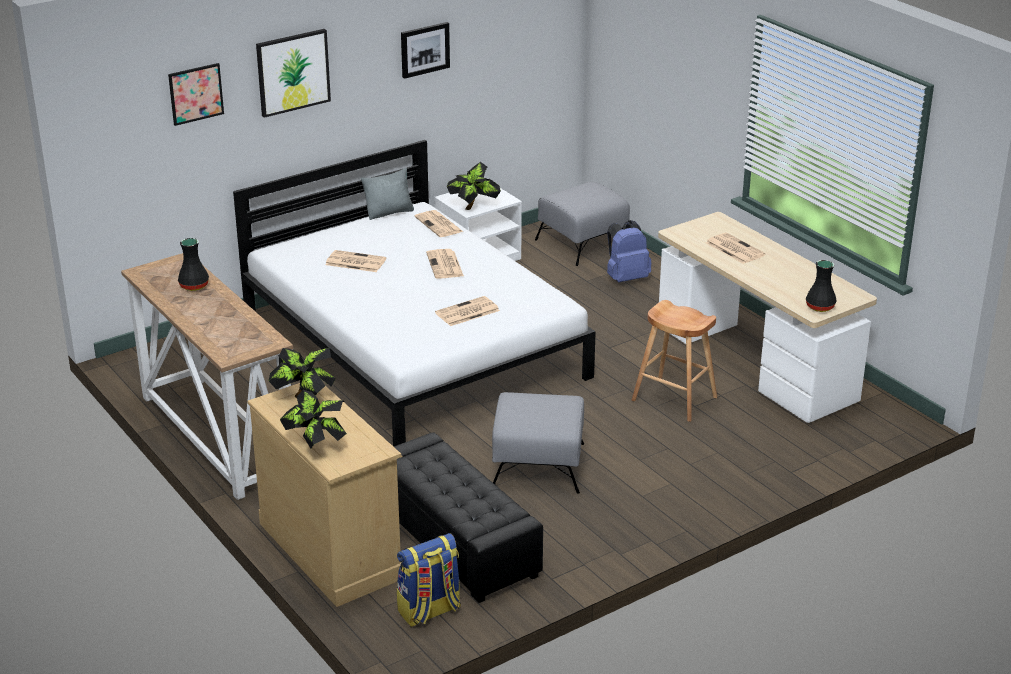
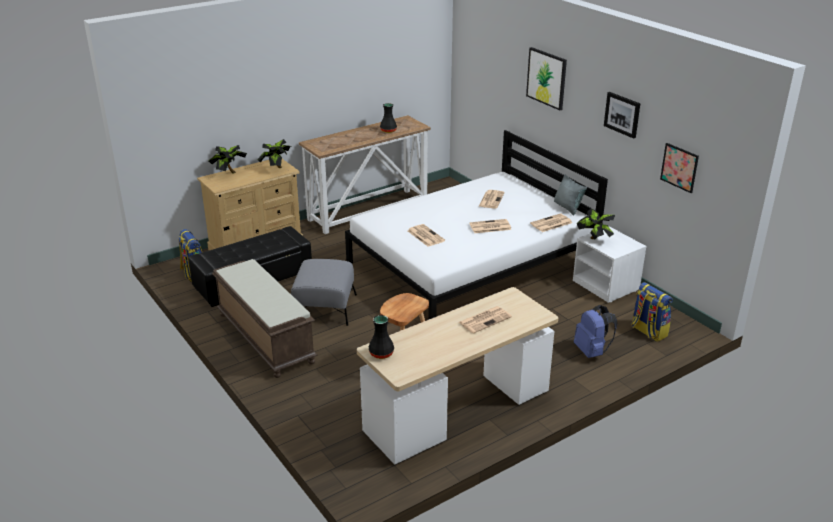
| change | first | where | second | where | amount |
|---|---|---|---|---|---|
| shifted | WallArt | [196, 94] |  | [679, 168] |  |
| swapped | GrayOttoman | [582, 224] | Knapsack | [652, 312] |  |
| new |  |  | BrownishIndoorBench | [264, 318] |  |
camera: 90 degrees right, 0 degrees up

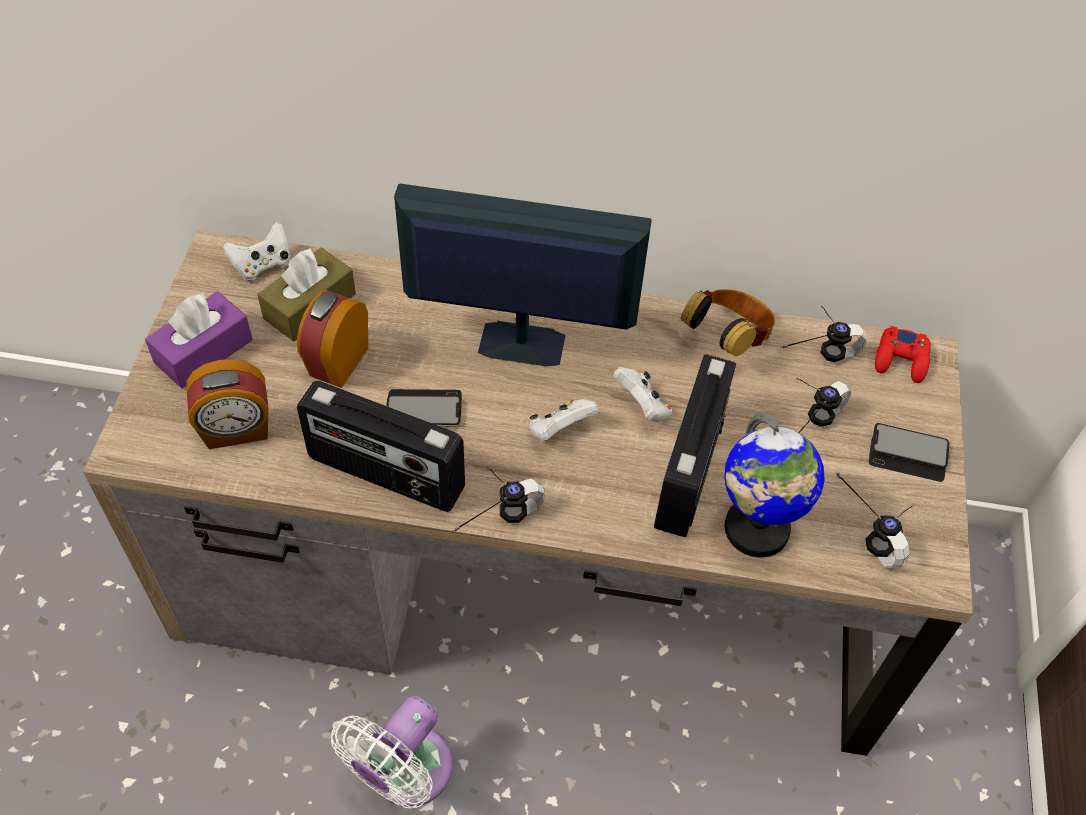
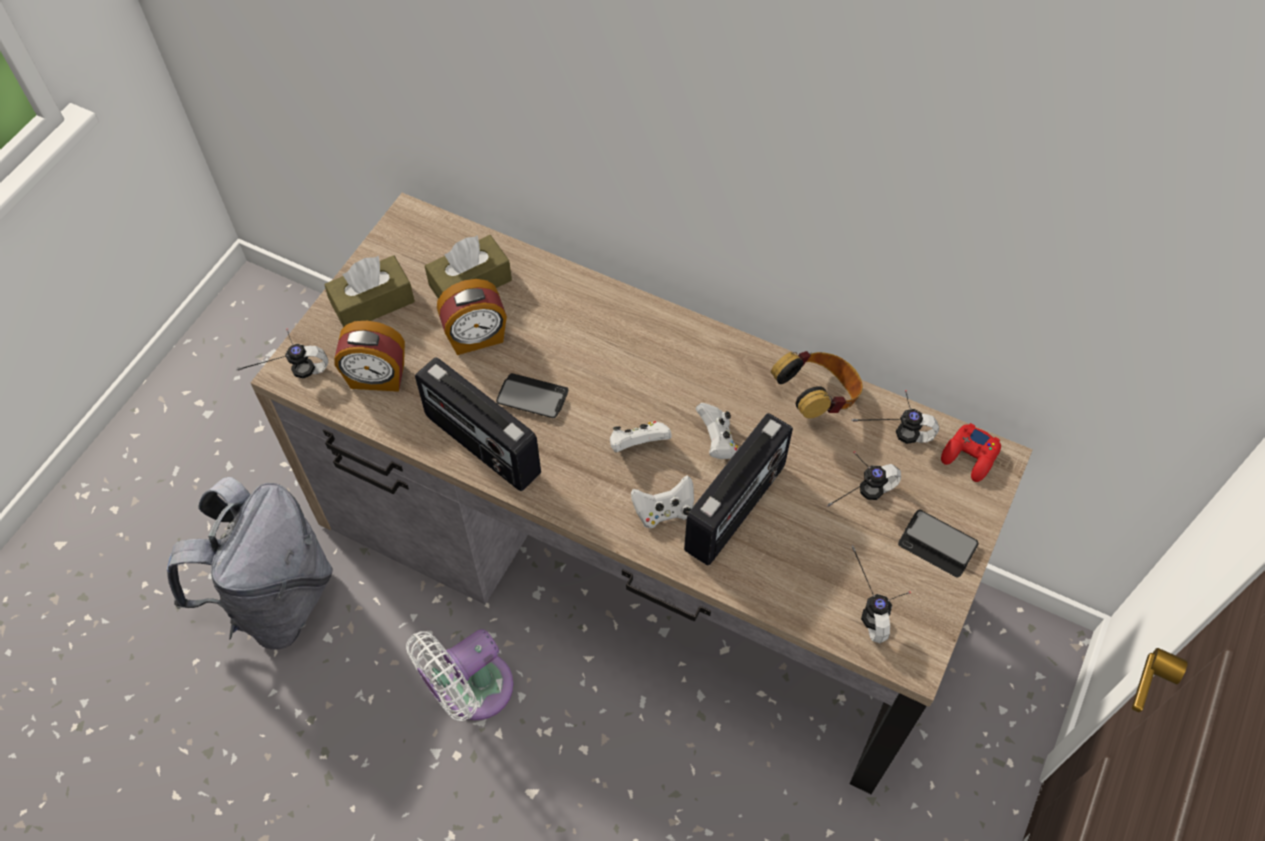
| change | first | where | second | where | amount |
|---|---|---|---|---|---|
| repainted | PurpleTissueHolder | [199, 339] | BrownishTissueHolder | [369, 291] |  |
| shifted | WhiteGameController | [257, 251] |  | [662, 501] |  |
| rotated | AlarmClock | [332, 339] |  | [472, 317] | 150 degrees counterclockwise |
| gone | ComputerDisplay | [523, 275] |  |  |  |
| shifted | Headphones | [498, 499] |  | [282, 353] |  |
| gone | WorldGlobe | [774, 485] |  |  |  |
| new |  |  | GrayKnapsack | [250, 563] |  |
camera: 20 degrees right, 5 degrees up

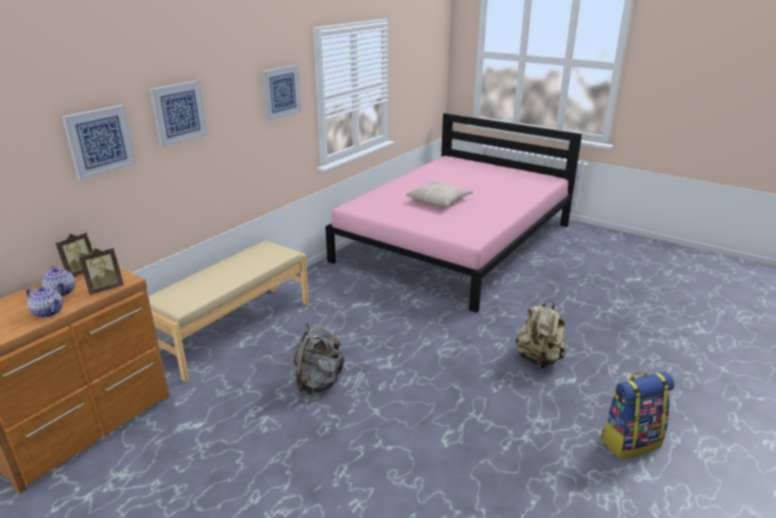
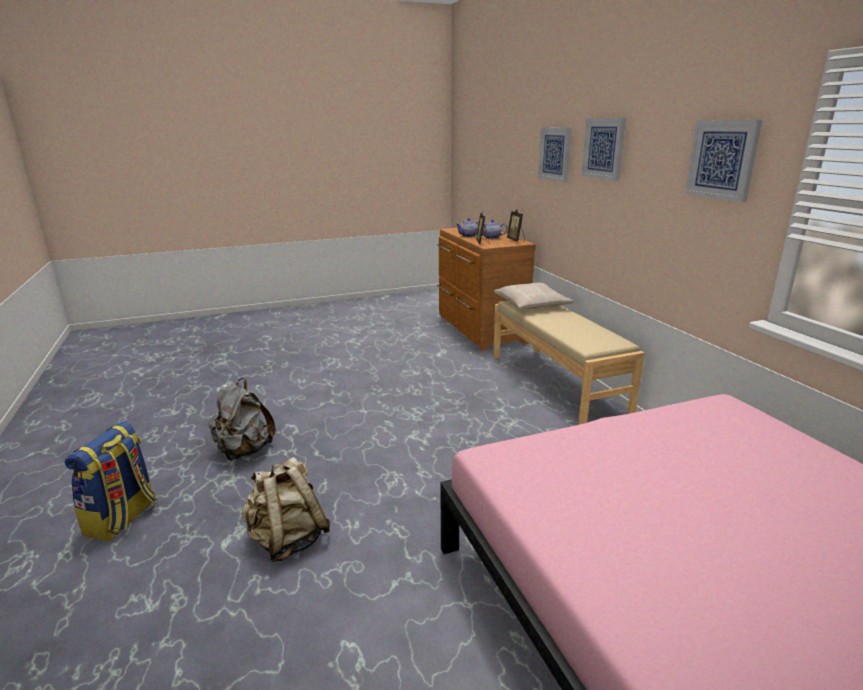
| change | first | where | second | where | amount |
|---|---|---|---|---|---|
| shifted | GrayKnapsack | [319, 359] |  | [242, 419] |  |
| shifted | SandColouredPillow | [439, 194] |  | [534, 296] |  |
camera: 125 degrees right, 5 degrees down

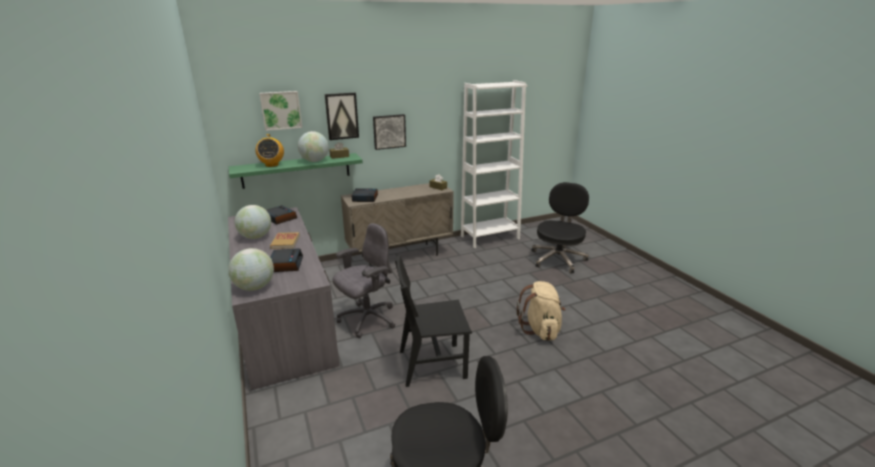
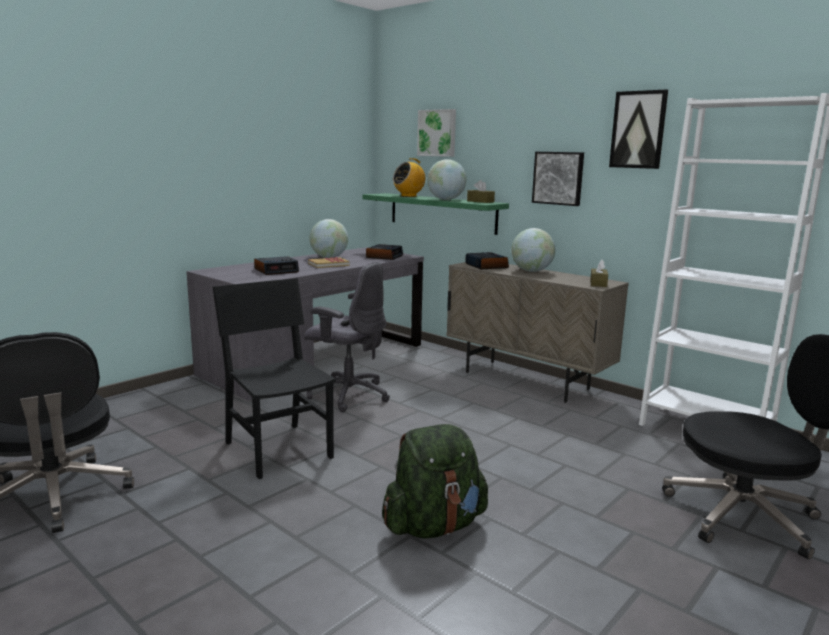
| change | first | where | second | where | amount |
|---|---|---|---|---|---|
| shifted | WorldGlobe | [251, 269] |  | [533, 250] |  |
| shifted | WallArt | [342, 116] |  | [638, 129] |  |
| repainted | SandColouredKnapsack | [541, 311] | GreenishKnapsack | [435, 481] |  |
camera: 65 degrees right, 10 degrees down

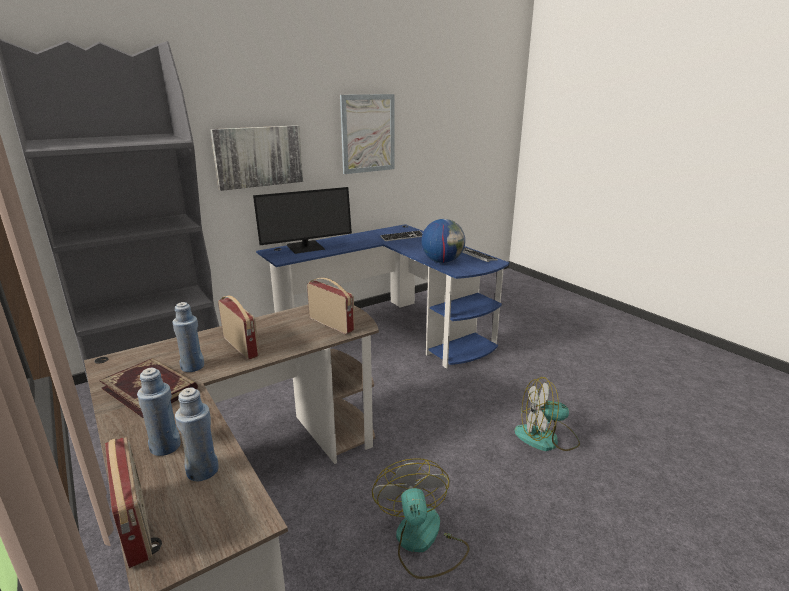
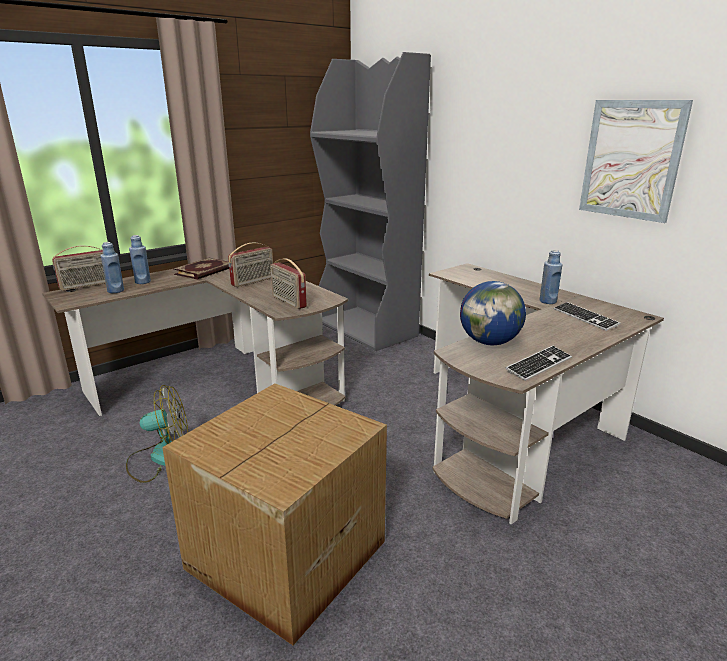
| change | first | where | second | where | amount |
|---|---|---|---|---|---|
| shifted | BluishBeverageBottle | [188, 337] |  | [550, 277] |  |
| gone | WallArt | [256, 158] |  |  |  |
| gone | ComputerDisplay | [302, 220] |  |  |  |
| repainted | BluishDeskTable | [382, 296] | BrownishDeskTable | [546, 393] |  |
| rotated | RadioReceiver | [331, 306] |  | [288, 283] | 105 degrees clockwise |
| swapped | CoolingFan | [547, 414] | CardboardBox | [274, 514] |  |
camera: 85 degrees right, 0 degrees up

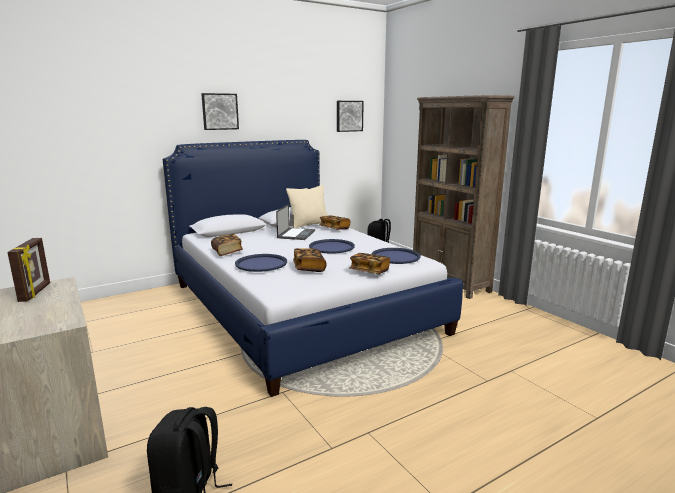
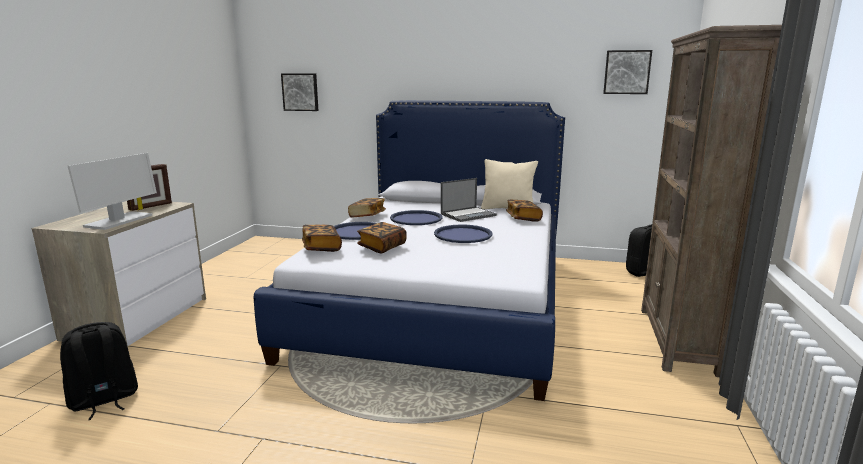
| change | first | where | second | where | amount |
|---|---|---|---|---|---|
| shifted | WallArt | [220, 111] |  | [299, 92] |  |
| shifted | Volume | [369, 263] |  | [322, 238] |  |
| shifted | BluishTray | [396, 256] |  | [416, 217] |  |
| new |  |  | ComputerDisplay | [112, 191] |  |
camera: 45 degrees right, 0 degrees up

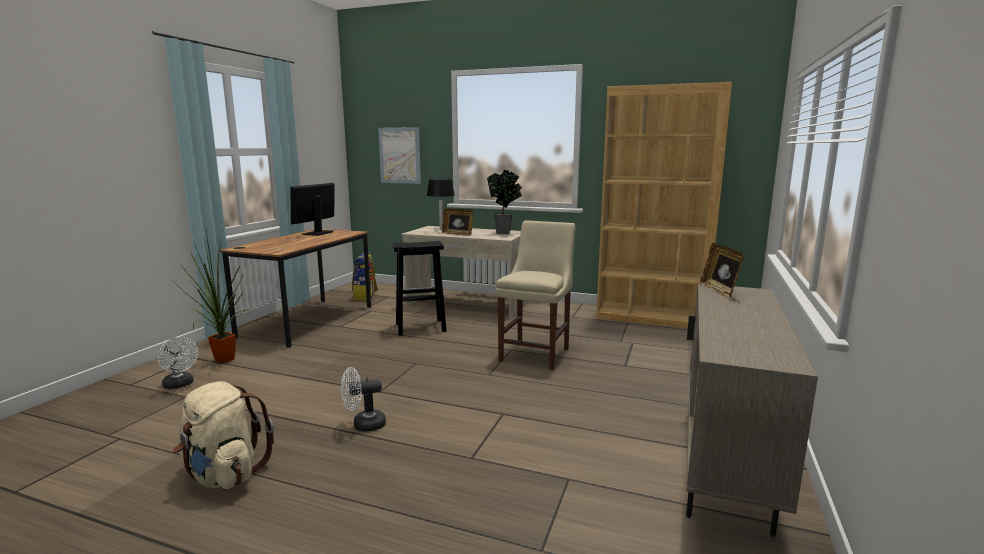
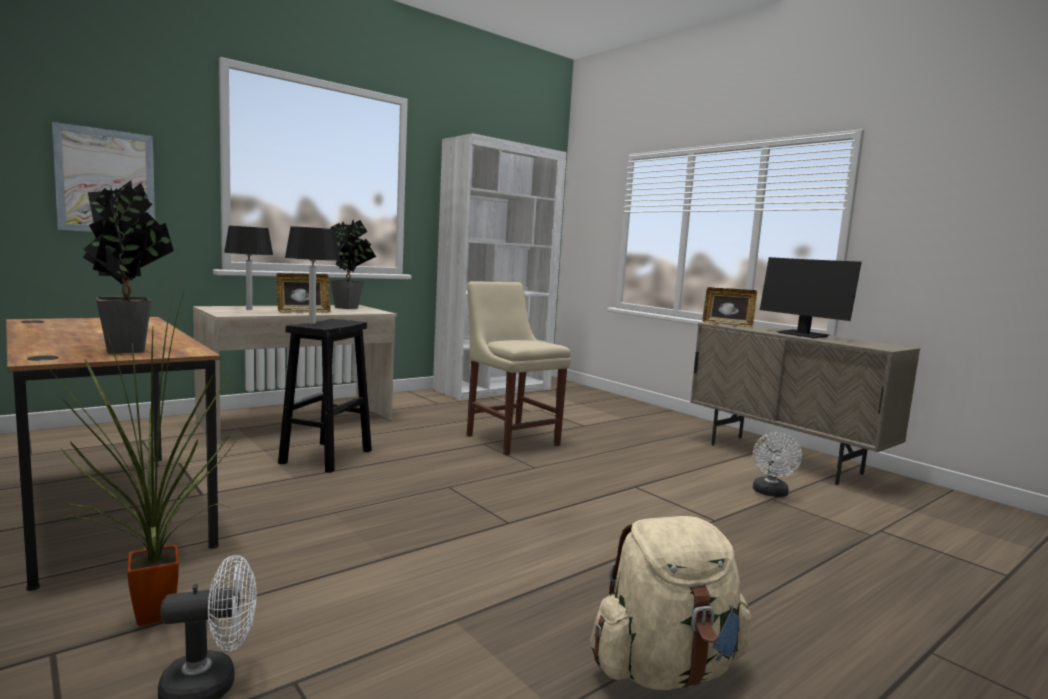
| change | first | where | second | where | amount |
|---|---|---|---|---|---|
| shifted | ComputerDisplay | [312, 209] |  | [811, 297] |  |
| shifted | WhiteCoolingFan | [363, 399] |  | [777, 464] |  |
| gone | Knapsack | [365, 276] |  |  |  |
| repainted | BrownishBookshelf | [664, 205] | WhiteBookshelf | [500, 266] |  |
| new |  |  | PottedPlant | [128, 267] |  |
| new |  |  | BlackTableLamp | [312, 275] |  |
camera: 60 degrees left, 5 degrees down

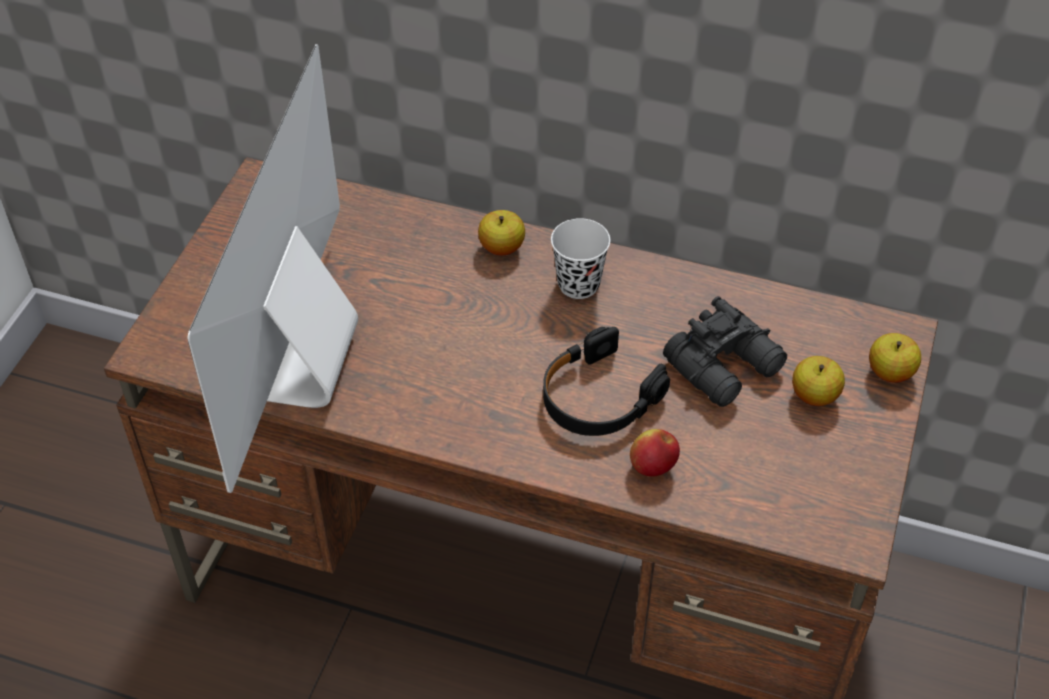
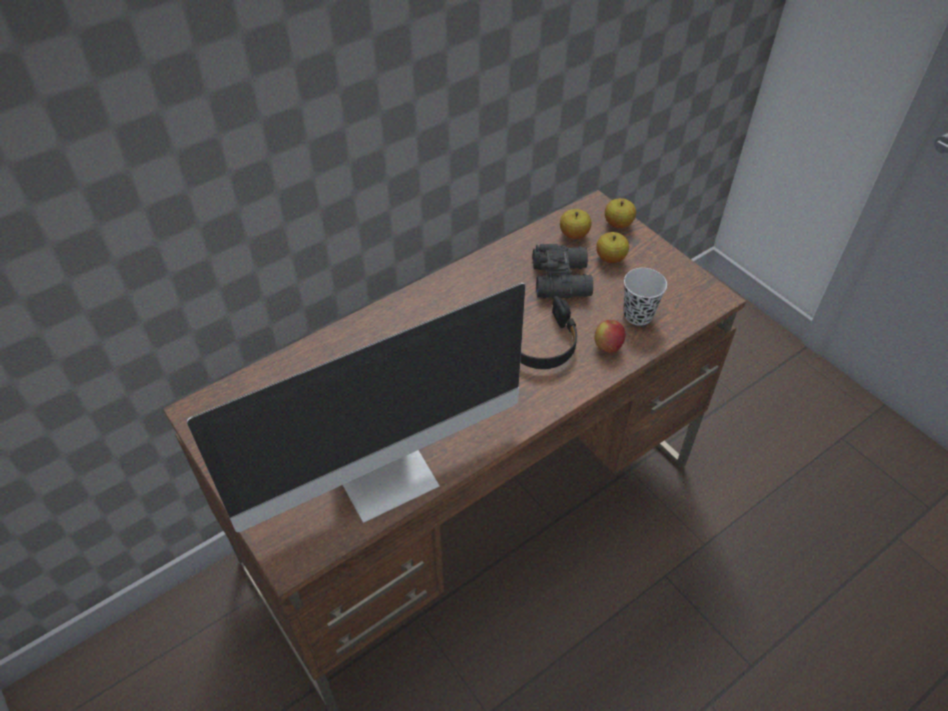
| change | first | where | second | where | amount |
|---|---|---|---|---|---|
| rotated | ComputerDisplay | [273, 268] |  | [356, 407] | 75 degrees counterclockwise |
| shifted | AppleFruit | [501, 232] |  | [576, 224] |  |
| shifted | BlackSmallCup | [580, 258] |  | [645, 297] |  |
camera: 55 degrees left, 0 degrees up

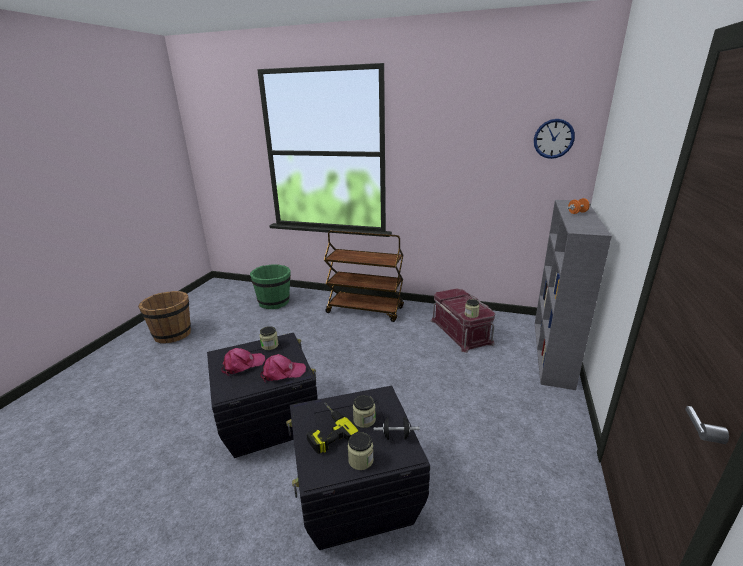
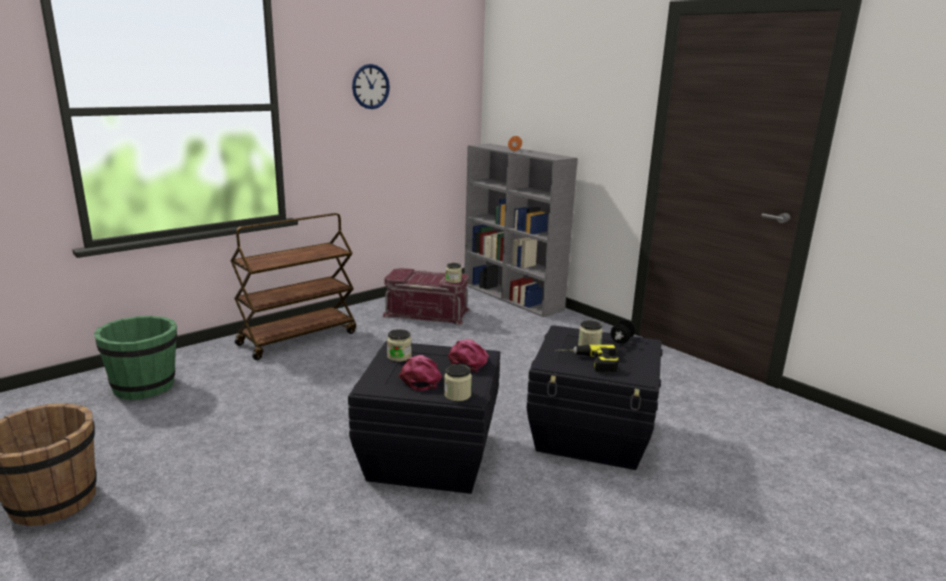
| change | first | where | second | where | amount |
|---|---|---|---|---|---|
| shifted | Jar | [361, 451] |  | [458, 382] |  |
| shifted | HangingClock | [554, 139] |  | [371, 86] |  |
camera: 60 degrees left, 5 degrees down

